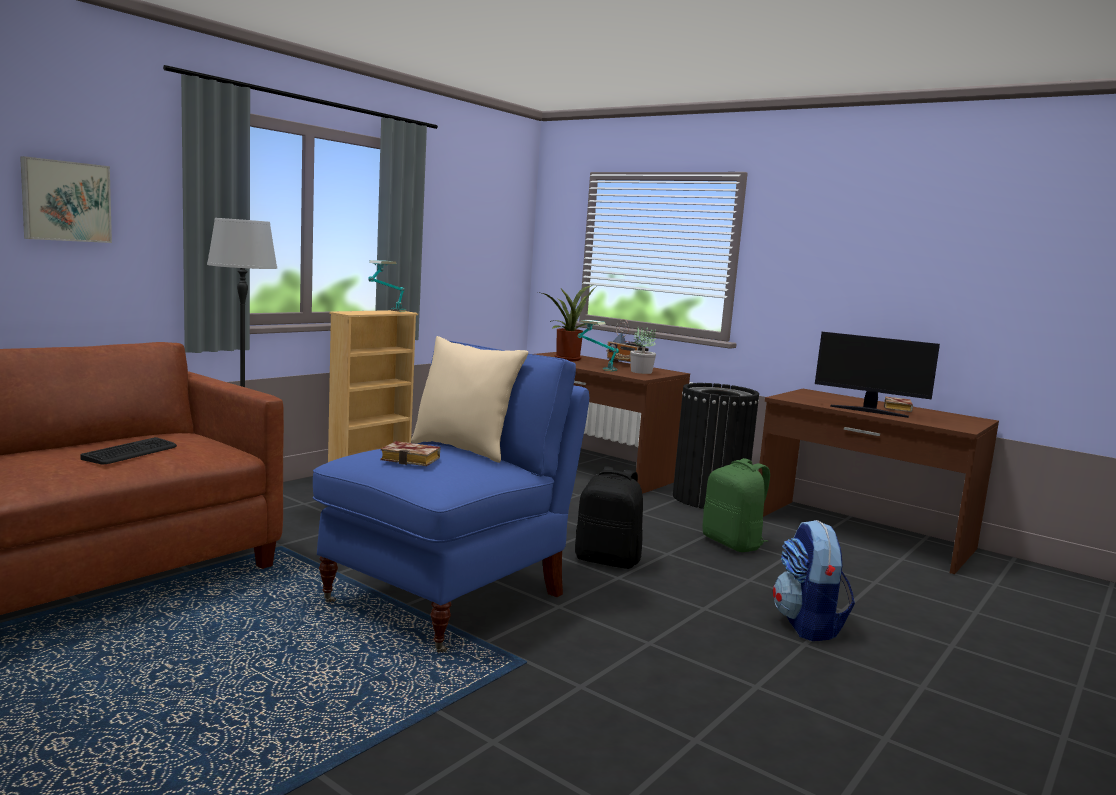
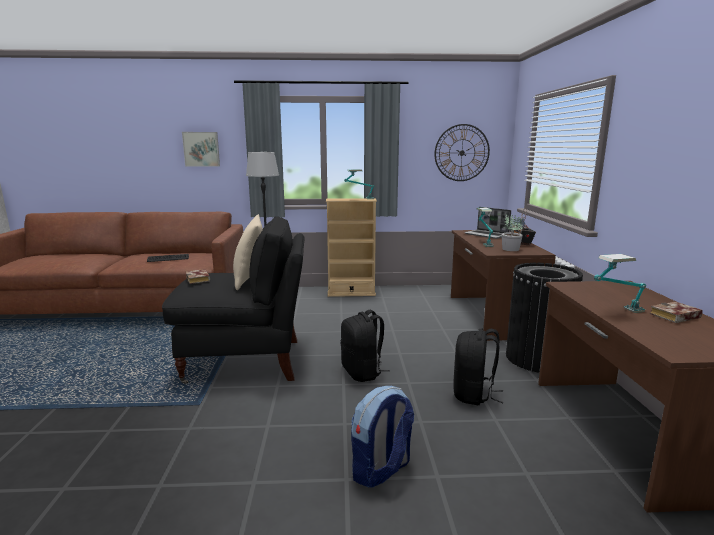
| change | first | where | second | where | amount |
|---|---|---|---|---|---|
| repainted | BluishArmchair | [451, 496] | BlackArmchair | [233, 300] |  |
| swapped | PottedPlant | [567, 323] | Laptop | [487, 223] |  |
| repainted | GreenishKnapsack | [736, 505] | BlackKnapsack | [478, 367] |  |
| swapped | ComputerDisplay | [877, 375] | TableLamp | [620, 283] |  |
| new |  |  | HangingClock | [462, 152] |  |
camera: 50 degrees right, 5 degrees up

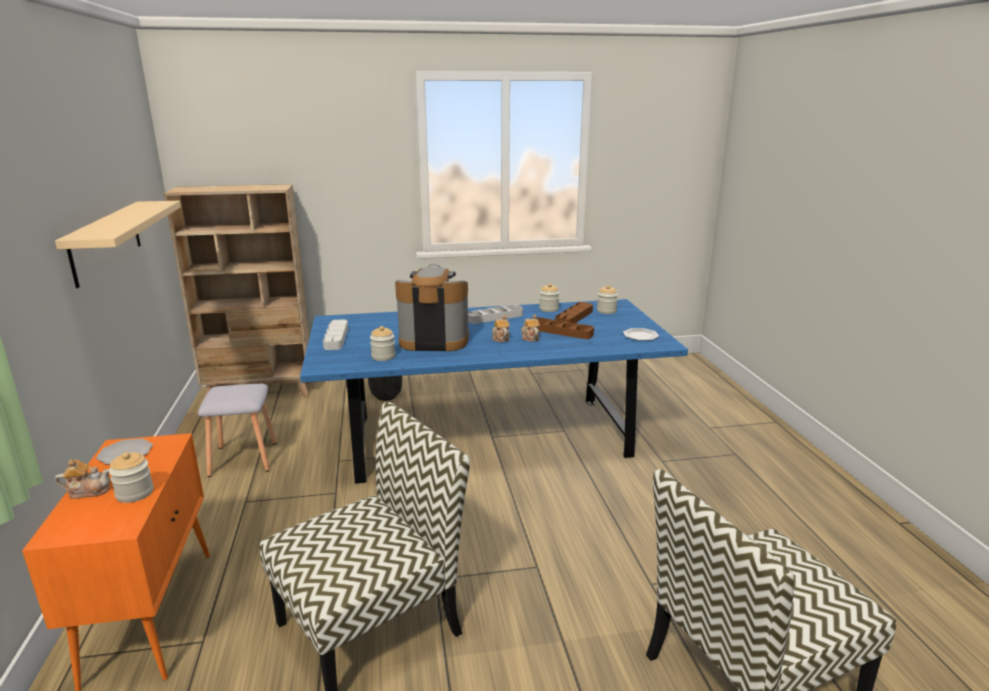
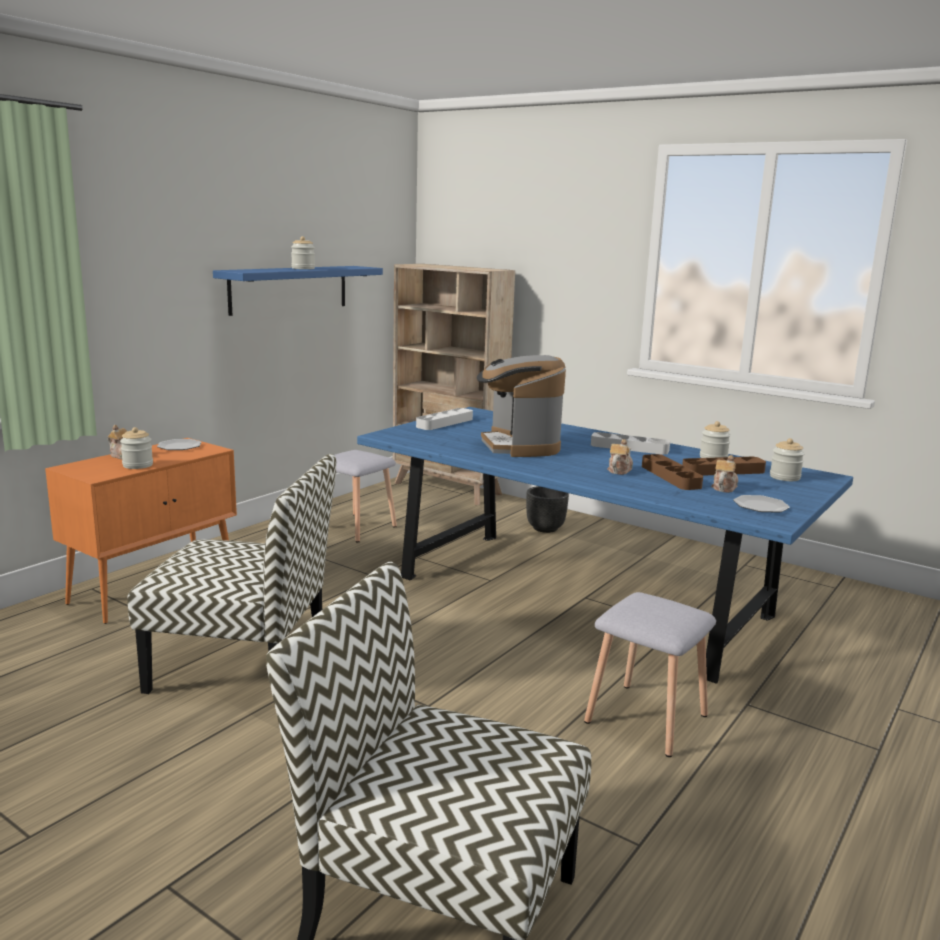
| change | first | where | second | where | amount |
|---|---|---|---|---|---|
| repainted | SandColouredShelf | [118, 244] | BluishShelf | [298, 291] |  |
| shifted | Jar | [382, 343] |  | [303, 252] |  |
| rotated | CoffeeMaker | [432, 308] |  | [521, 406] | 150 degrees counterclockwise |
| shifted | PotForTea | [501, 328] |  | [724, 474] |  |
| new |  |  | GrayStool | [650, 674] |  |
camera: 45 degrees right, 5 degrees down

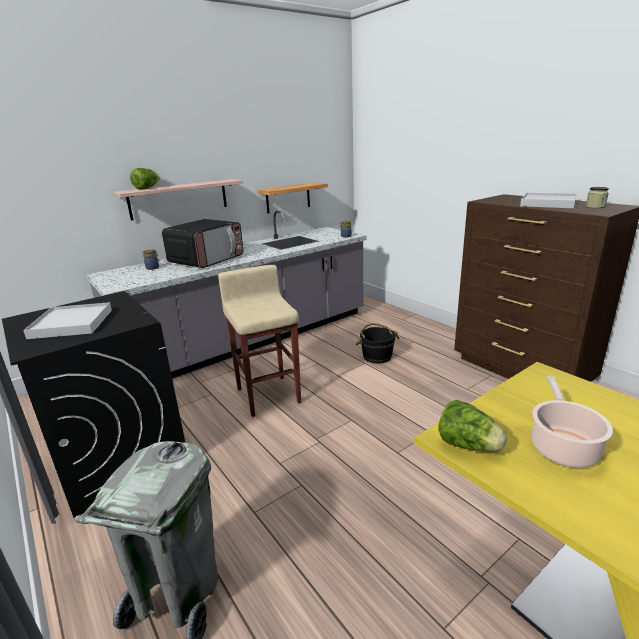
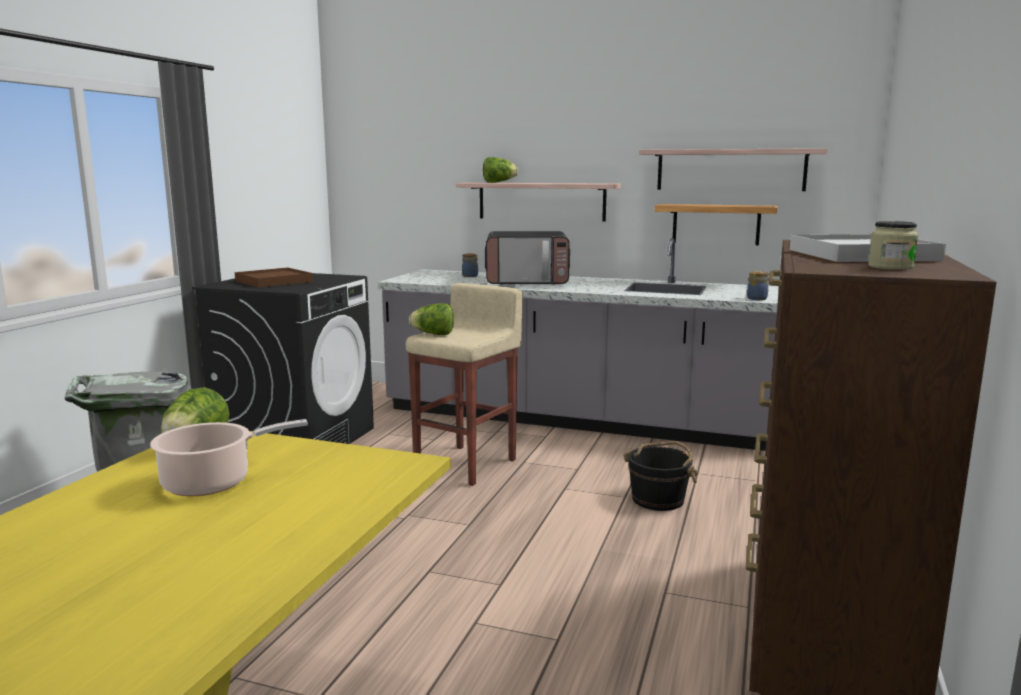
| change | first | where | second | where | amount |
|---|---|---|---|---|---|
| repainted | WhiteTray | [67, 320] | BrownishTray | [274, 278] |  |
| new |  |  | Lettuce | [431, 319] |  |
| new |  |  | Shelf | [733, 169] |  |
camera: 55 degrees right, 10 degrees down

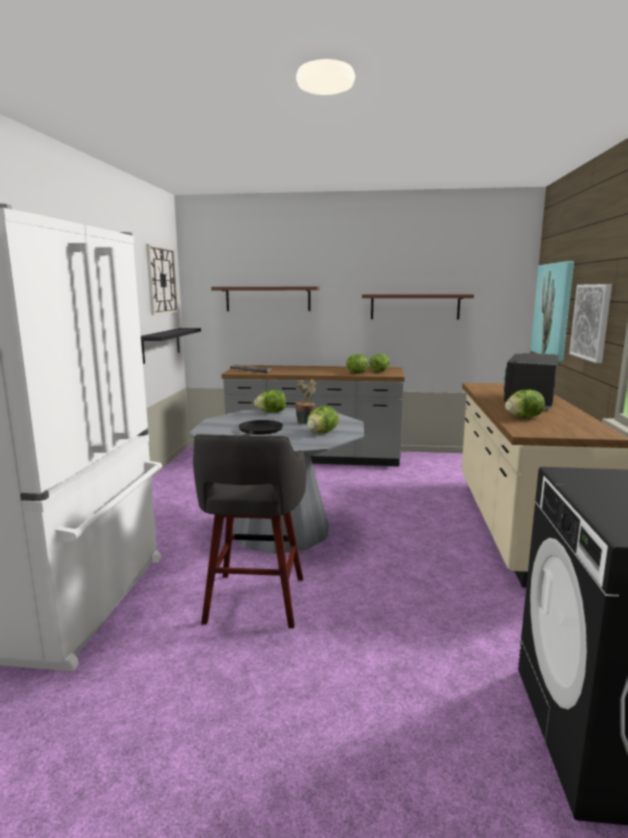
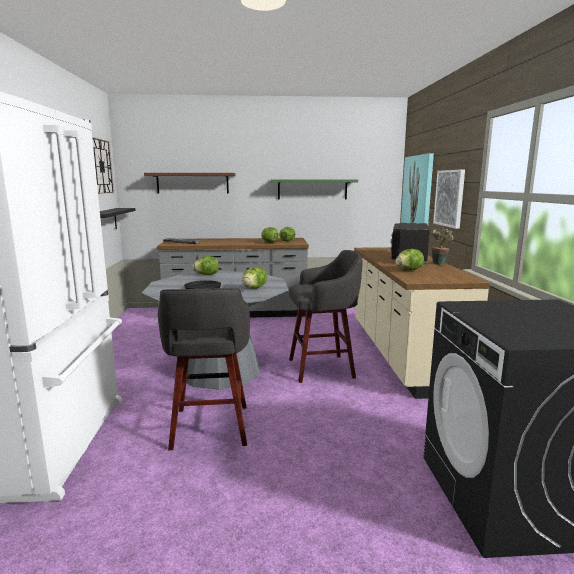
| change | first | where | second | where | amount |
|---|---|---|---|---|---|
| shifted | PottedPlant | [305, 401] |  | [442, 247] |  |
| repainted | BrownishShelf | [418, 307] | GreenishShelf | [314, 189] |  |
| new |  |  | GrayStool | [326, 316] |  |
camera: 10 degrees left, 0 degrees up

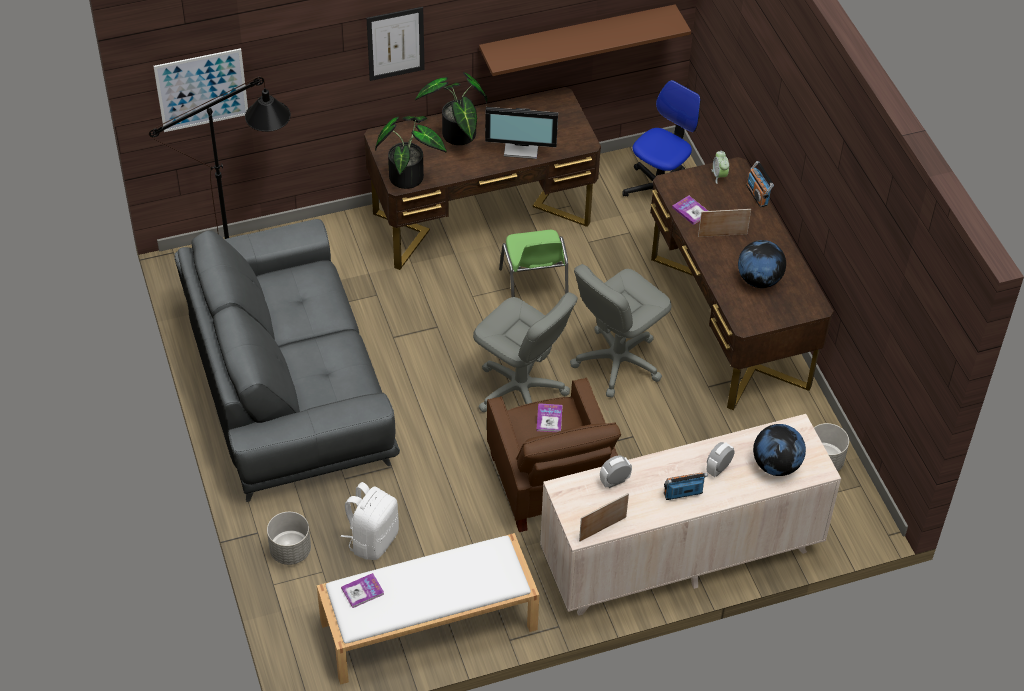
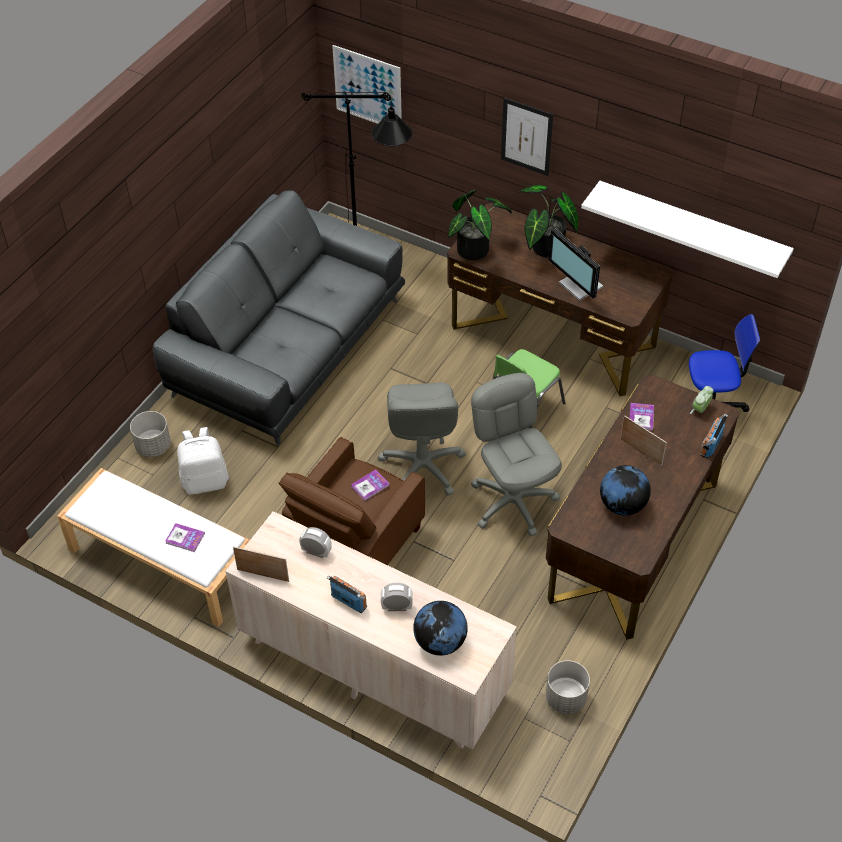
| change | first | where | second | where | amount |
|---|---|---|---|---|---|
| shifted | Volume | [362, 590] |  | [185, 537] |  |
| repainted | BrownishShelf | [585, 40] | WhiteShelf | [687, 229] |  |
| rotated | GrayComputerChair | [621, 331] |  | [516, 455] | 60 degrees clockwise |
camera: 50 degrees right, 0 degrees up

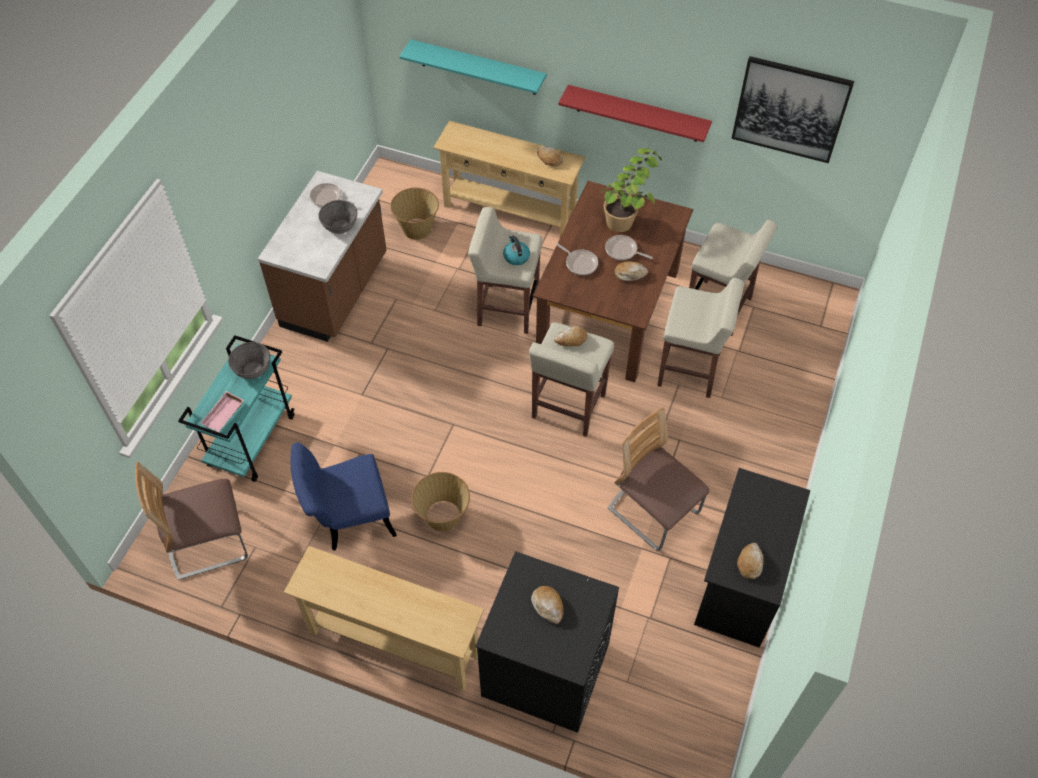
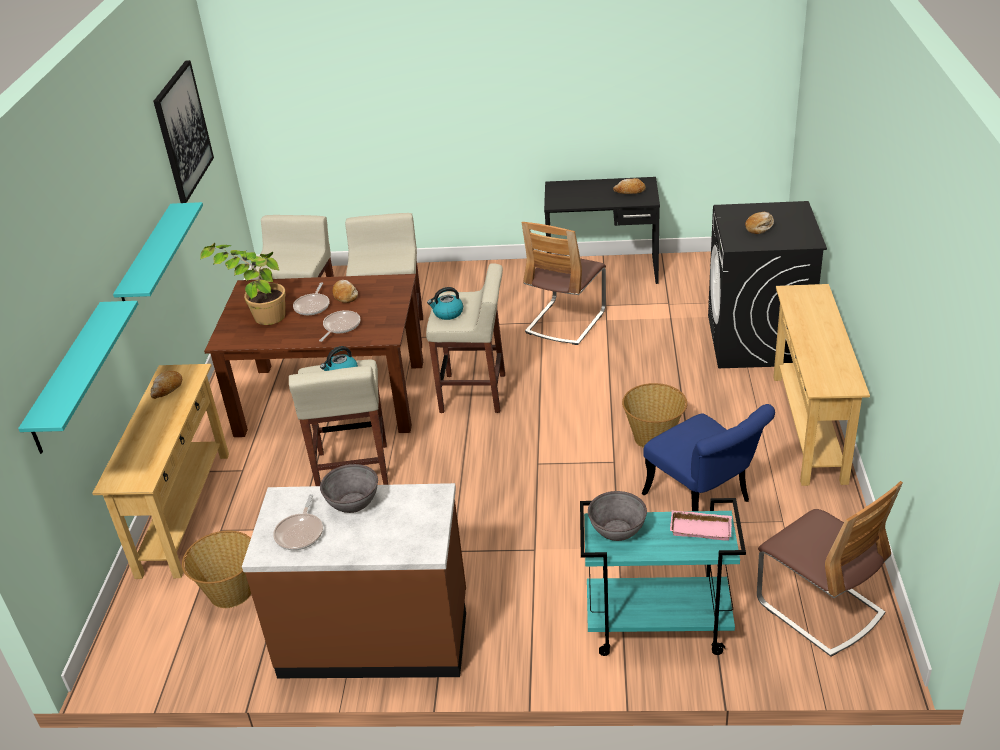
| change | first | where | second | where | amount |
|---|---|---|---|---|---|
| swapped | BakedBread | [571, 336] | TeaKettle | [445, 303] |  |
| repainted | RedShelf | [635, 113] | BlueGreenShelf | [158, 251] |  |
camera: 105 degrees left, 20 degrees down

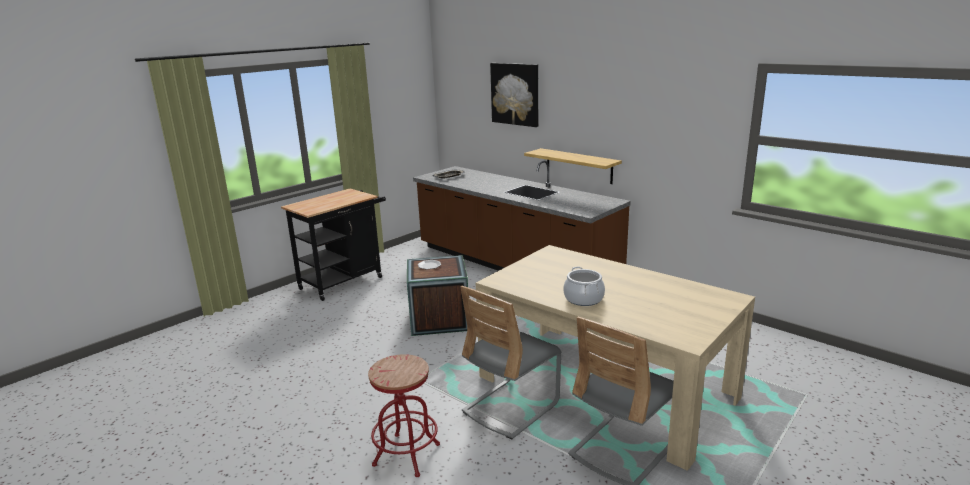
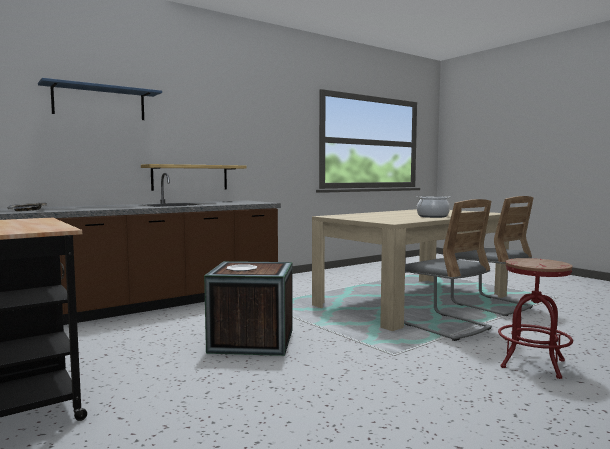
| change | first | where | second | where | amount |
|---|---|---|---|---|---|
| swapped | WallArt | [514, 95] | BluishShelf | [100, 99] |  |
camera: 80 degrees left, 15 degrees down

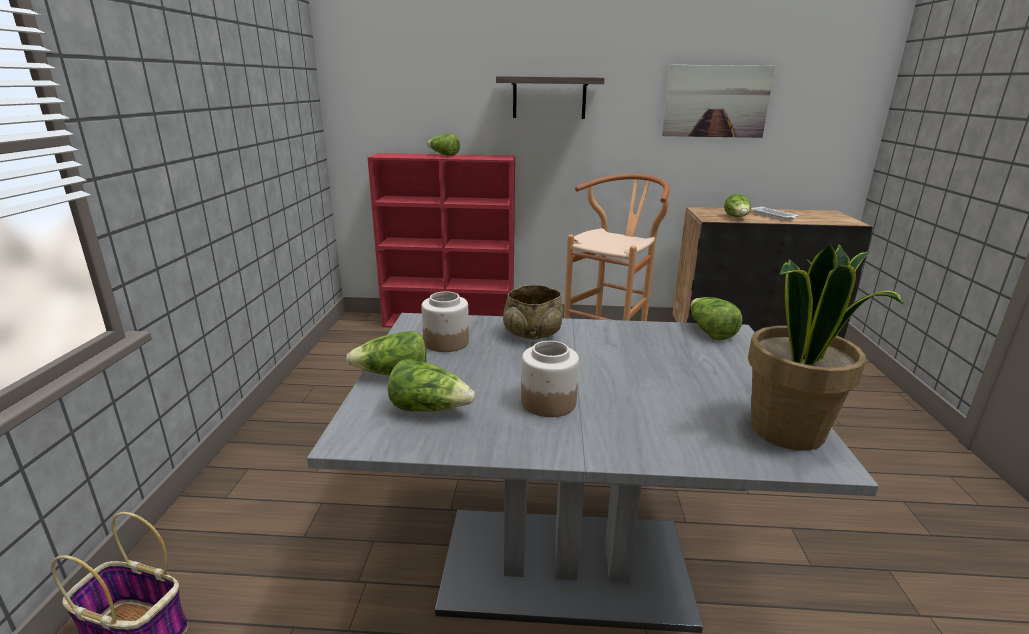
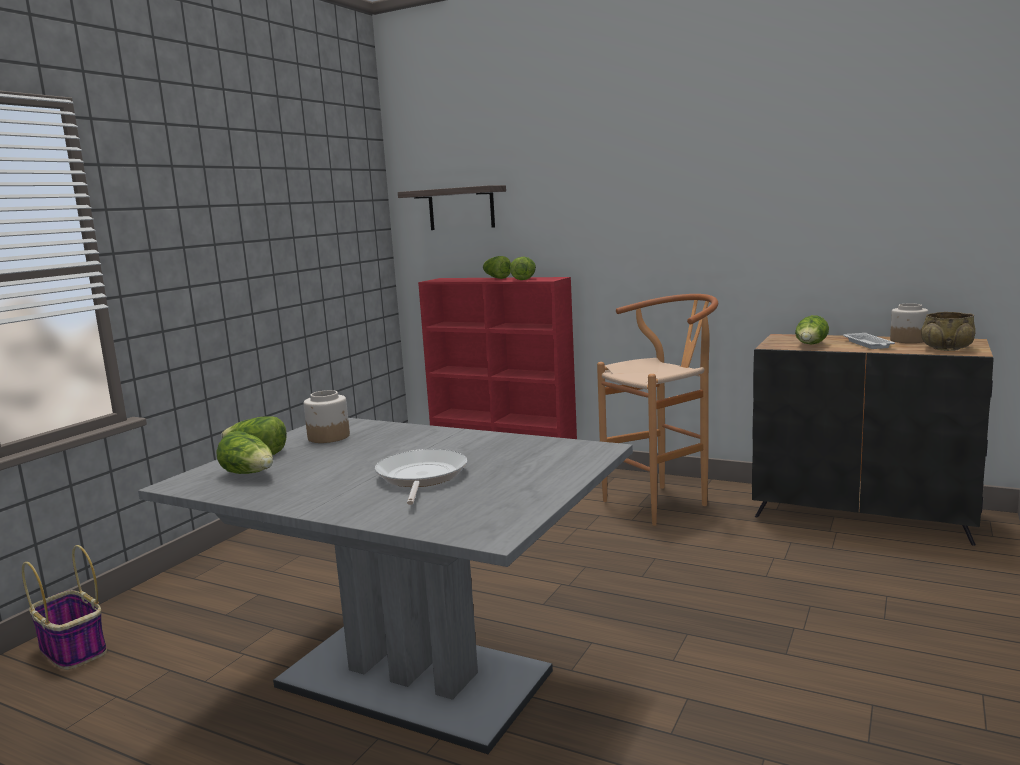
| change | first | where | second | where | amount |
|---|---|---|---|---|---|
| shifted | Shelf | [550, 97] |  | [452, 207] |  |
| shifted | SandColouredServingBowl | [533, 312] |  | [948, 331] |  |
| shifted | Jar | [550, 379] |  | [909, 323] |  |
| gone | WallArt | [718, 101] |  |  |  |
| shifted | Lettuce | [716, 318] |  | [523, 268] |  |
| gone | PottedPlant | [826, 347] |  |  |  |
| new |  |  | Skillet | [421, 477] |  |
camera: 25 degrees right, 10 degrees down

